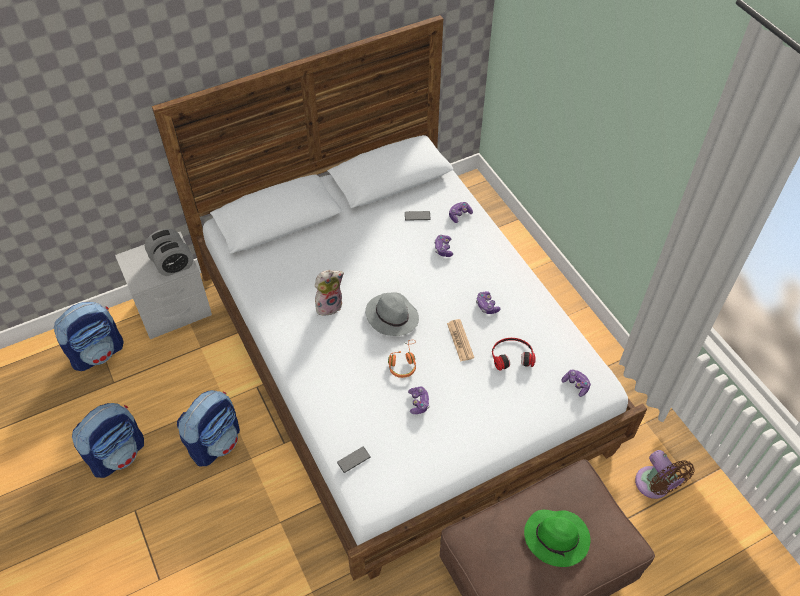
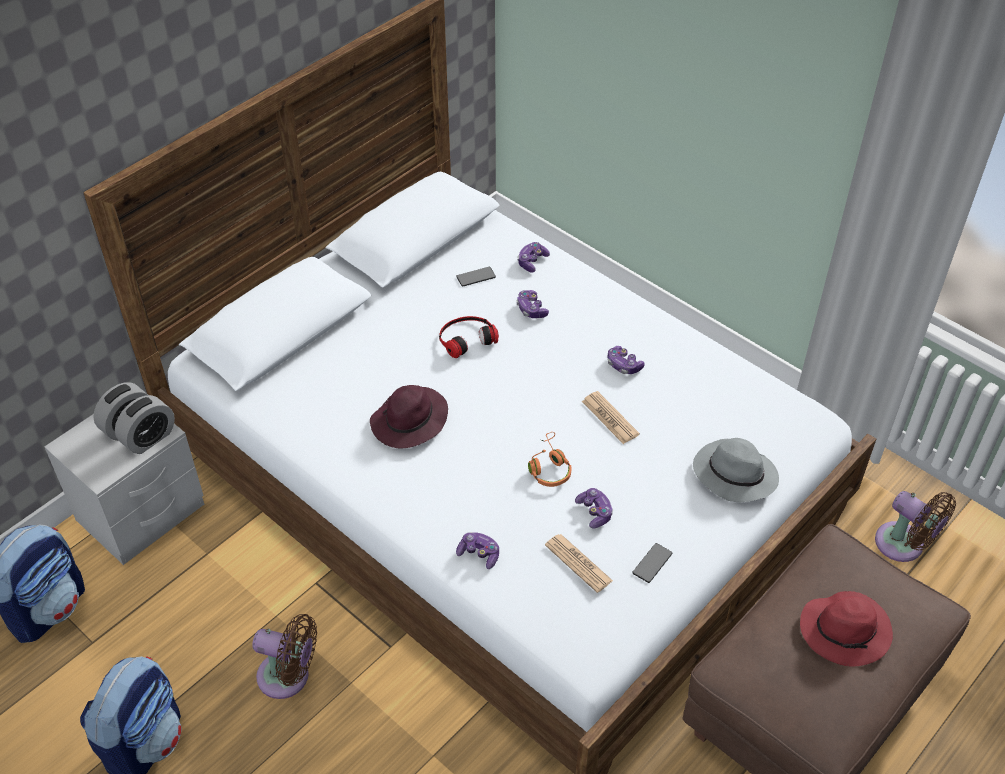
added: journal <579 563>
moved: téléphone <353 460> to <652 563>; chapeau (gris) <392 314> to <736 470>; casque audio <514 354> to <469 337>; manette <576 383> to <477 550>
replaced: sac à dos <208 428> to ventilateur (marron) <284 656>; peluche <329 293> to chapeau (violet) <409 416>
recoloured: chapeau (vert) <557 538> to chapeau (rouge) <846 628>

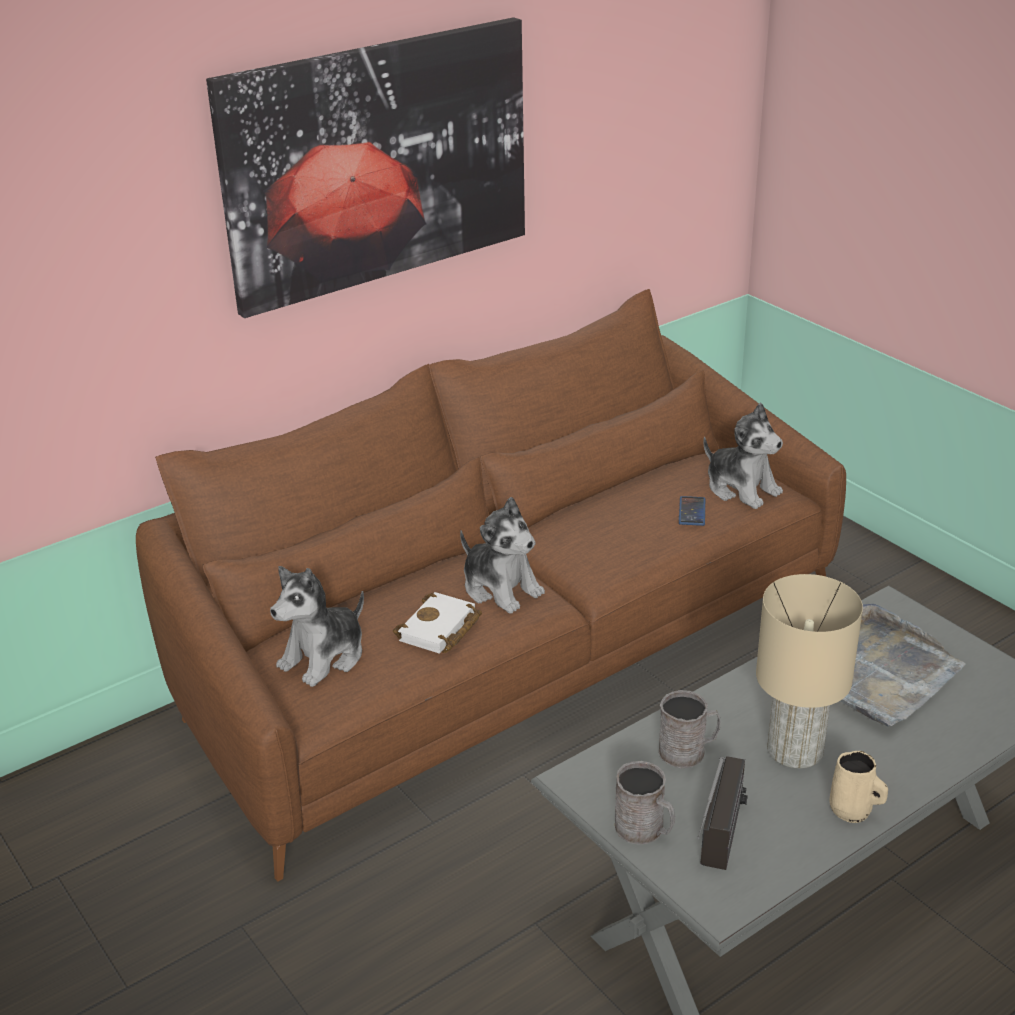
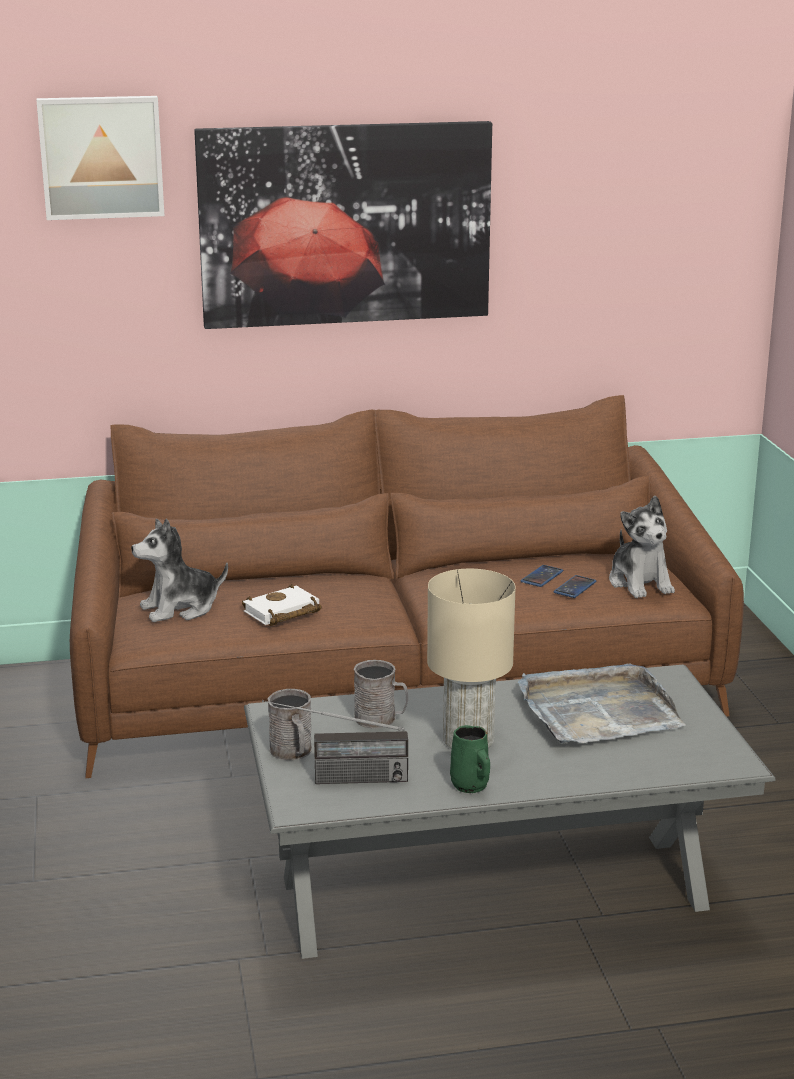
removed: peluche <502 555>
added: tableau <100 158>; téléphone <542 576>
recoloured: mug (beige) <858 787> to mug (vert) <470 759>
turned: radio <722 813> = <335 742> 45 degrees clockwise

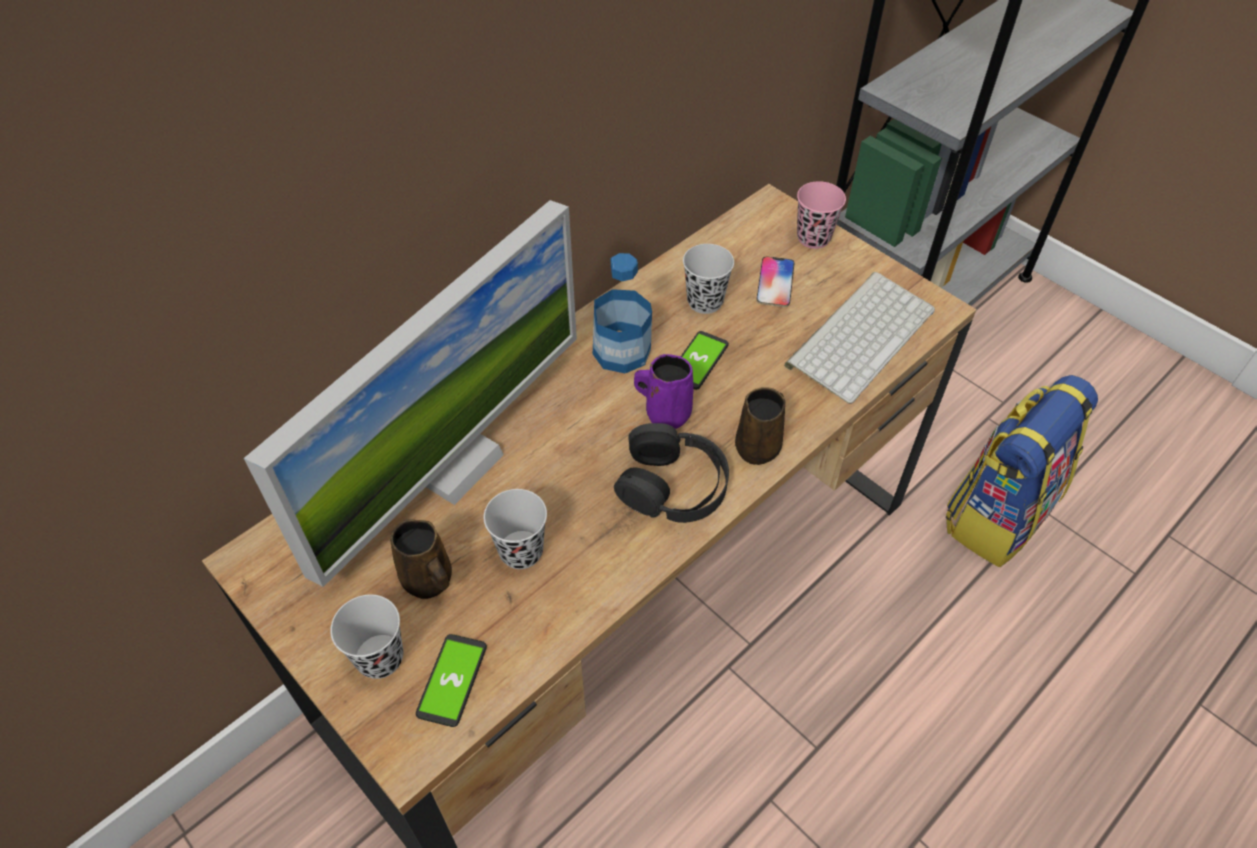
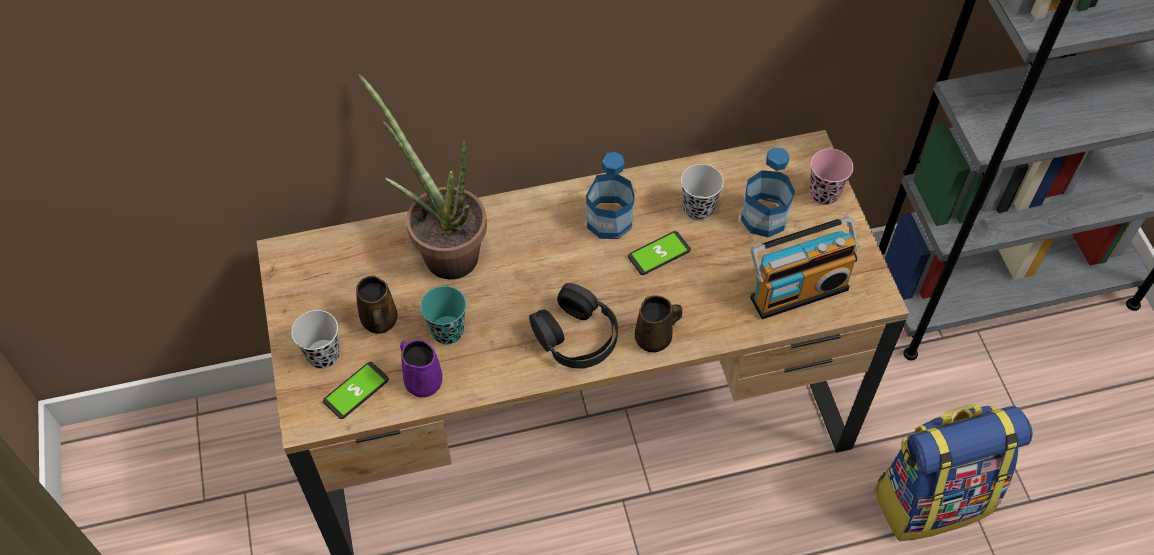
moved: mug (violet) <663 391> to <421 368>
replaced: écran d'ordinateur <410 393> to plante en pot <422 176>; téléphone <775 281> to bouteille <768 192>; clavier <859 338> to radio <804 268>
recoloured: tasse (noir) <515 529> to tasse (turquoise) <443 315>

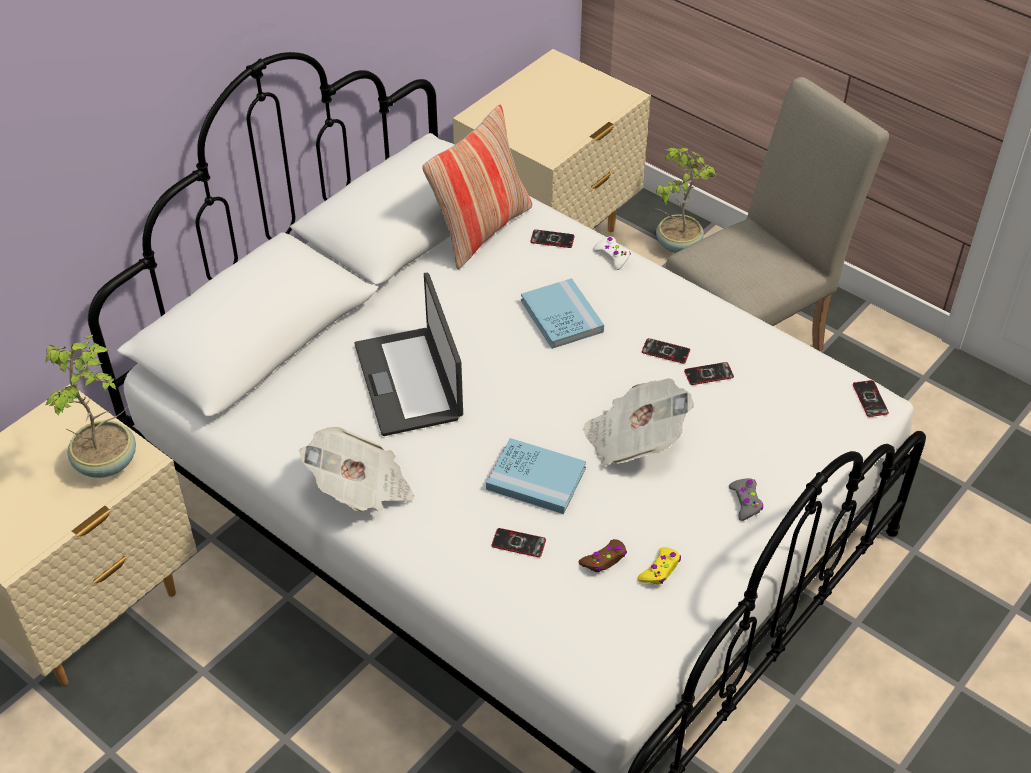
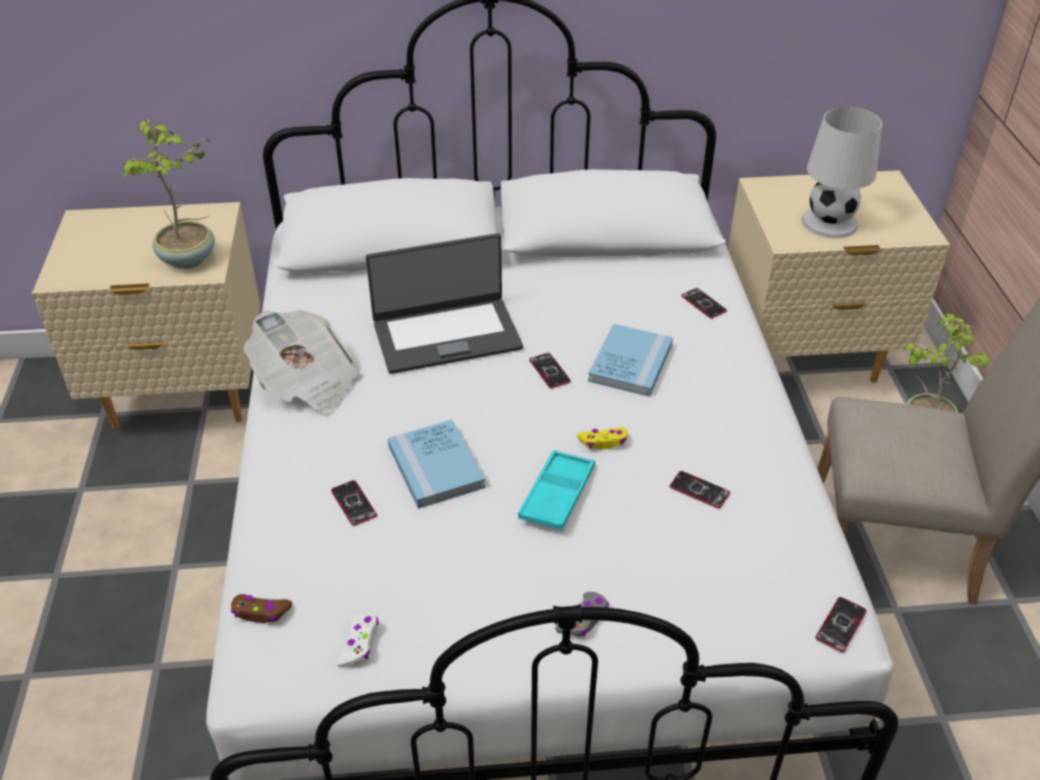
removed: coussin <477 187>
added: lampe de table (blanc) <842 172>
moved: manette (marron) <603 555> to <261 608>; manette (blanc) <612 253> to <357 640>; manette (jaune) <659 565> to <602 438>; téléphone <666 351> to <550 370>
replaced: journal <638 422> to plateau (turquoise) <556 490>
turned: ordinateur portable <409 354> = <444 303> 135 degrees counterclockwise

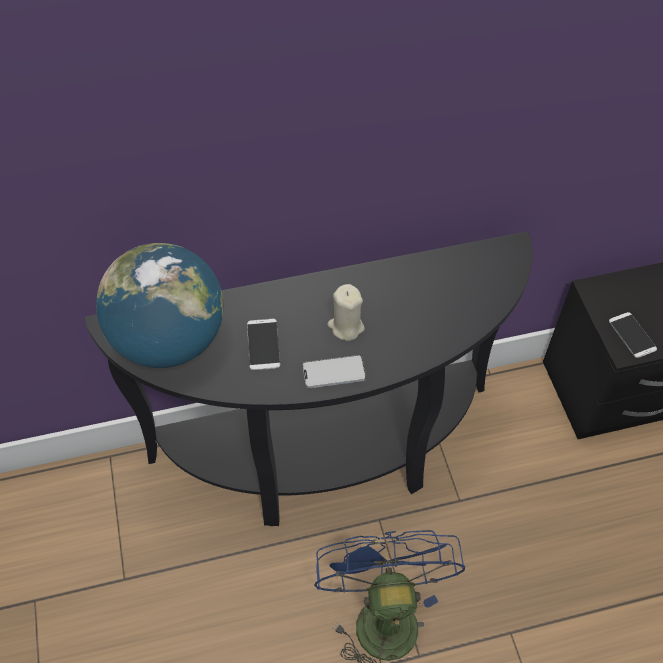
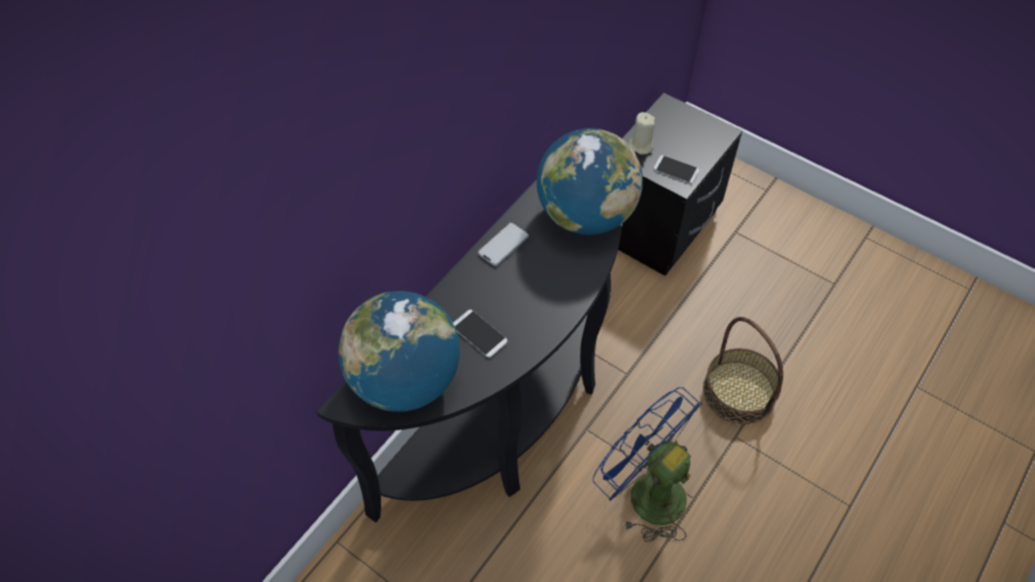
added: globe <590 181>; panier <743 370>
moved: téléphone <334 371> to <503 244>; bougie (beige) <346 312> to <642 133>

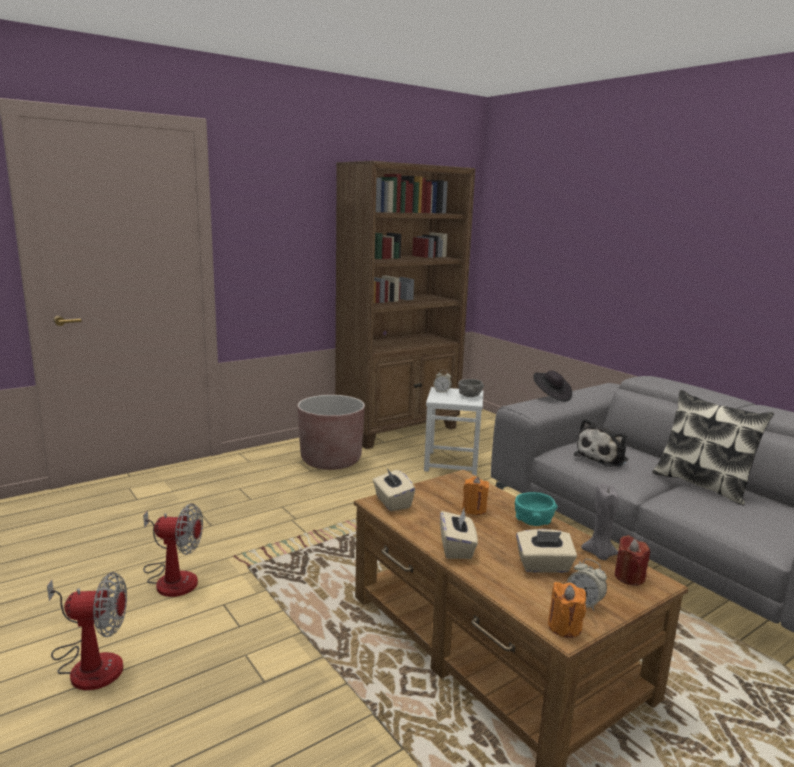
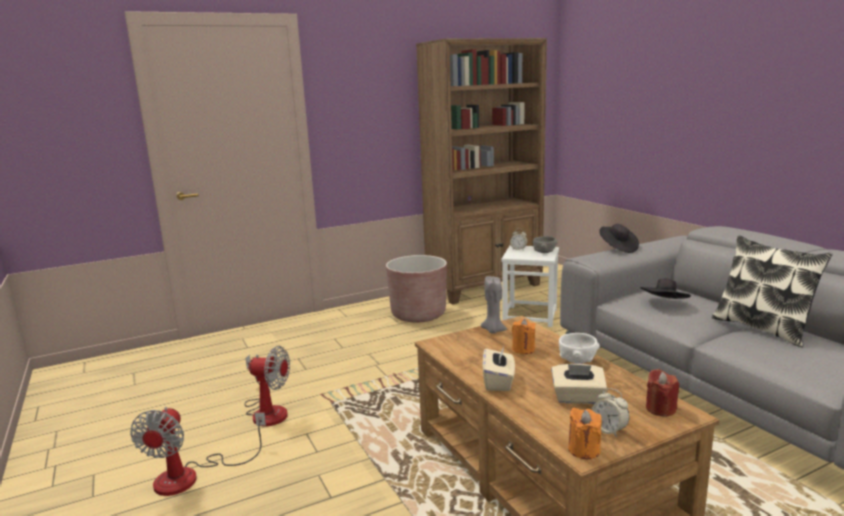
removed: boîte à mouchoirs (beige) <394 489>
moved: bougie (gris) <600 522> to <494 305>
replaced: peluche <601 442> to chapeau (noir) <665 288>
recoloured: bol (turquoise) <536 509> to bol (blanc) <579 348>
turned: ventilateur <87 631> = <198 451> 90 degrees clockwise

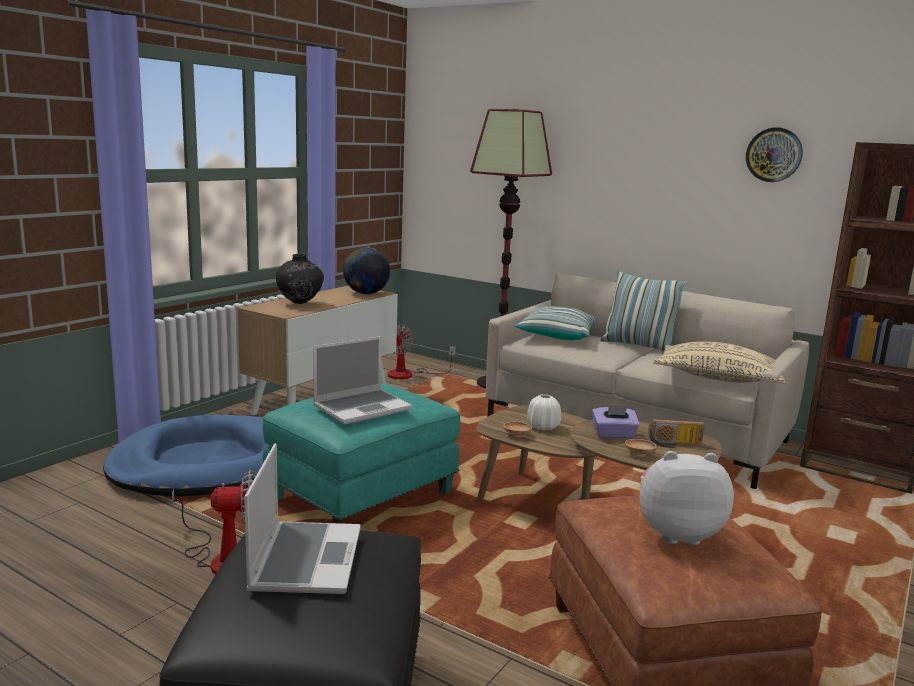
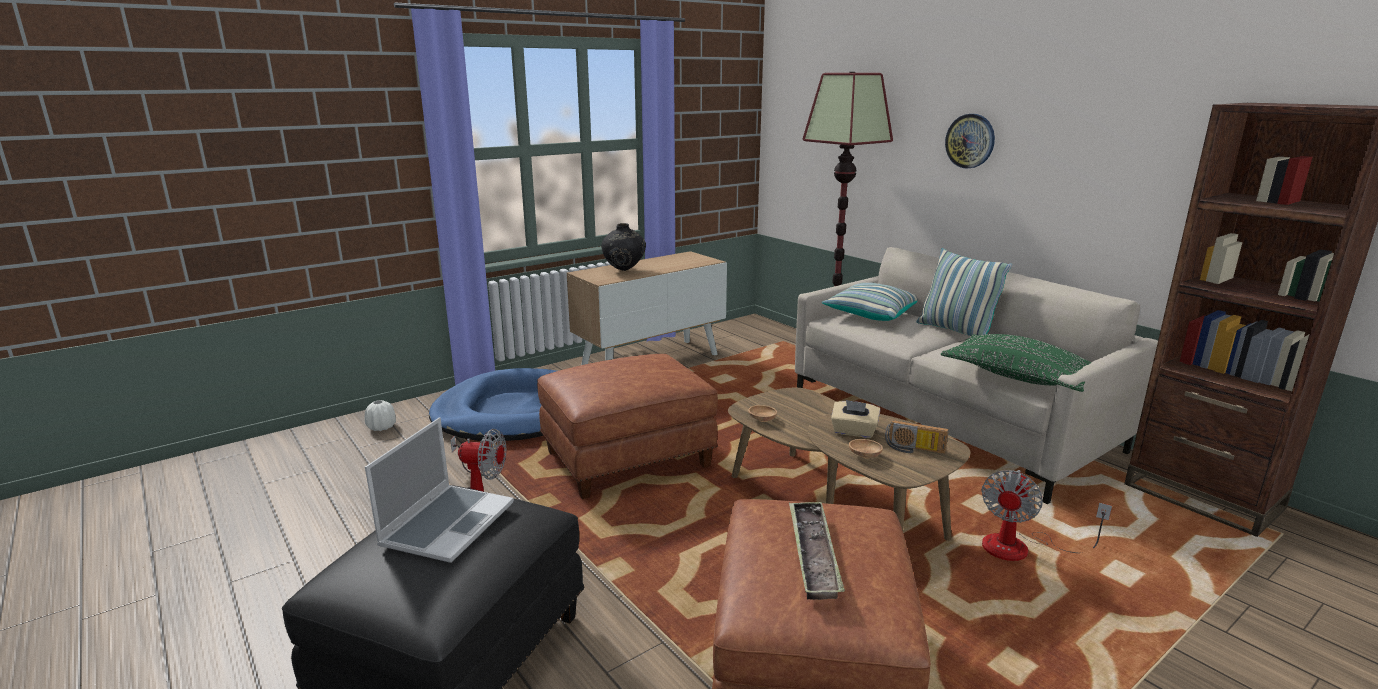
removed: ordinateur portable <362 380>; globe <366 270>
moved: ventilateur <421 351> to <1046 515>; vase (blanc) <544 412> to <380 415>; horloge murale <774 154> to <970 141>
replaced: peluche <687 498> to plateau <817 551>
recoloured: pouf (turquoise) <361 453> to pouf (marron) <627 426>; boîte à mouchoirs (violet) <616 422> to boîte à mouchoirs (beige) <855 419>; coussin (beige) <719 362> to coussin (vert) <1016 363>

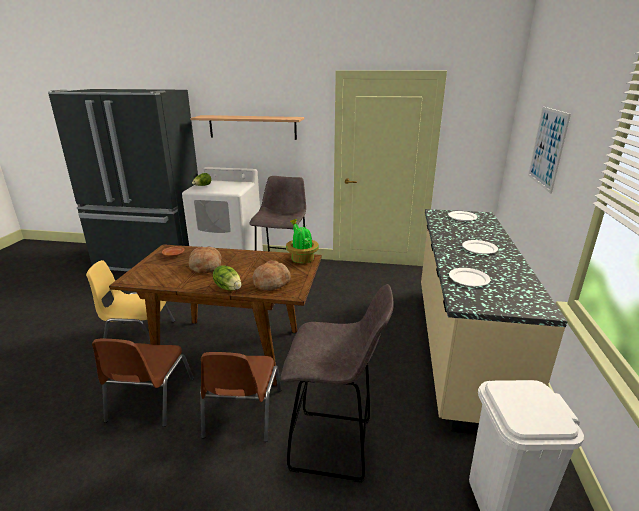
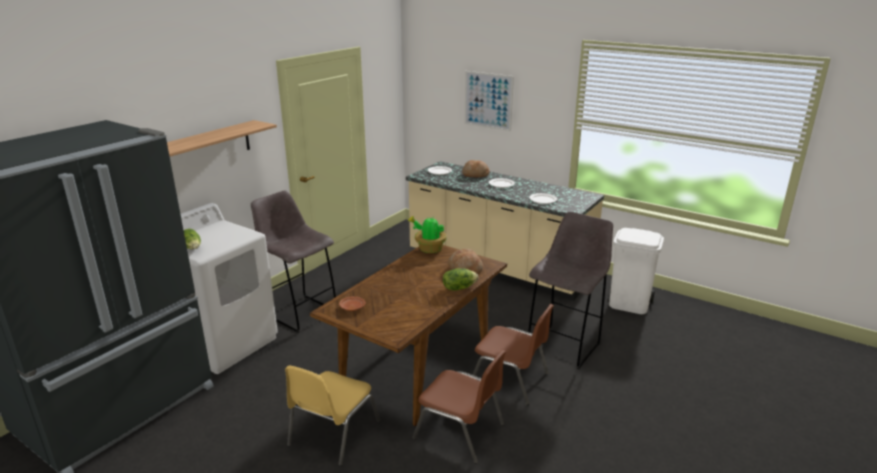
moved: pain <205 260> to <476 169>

